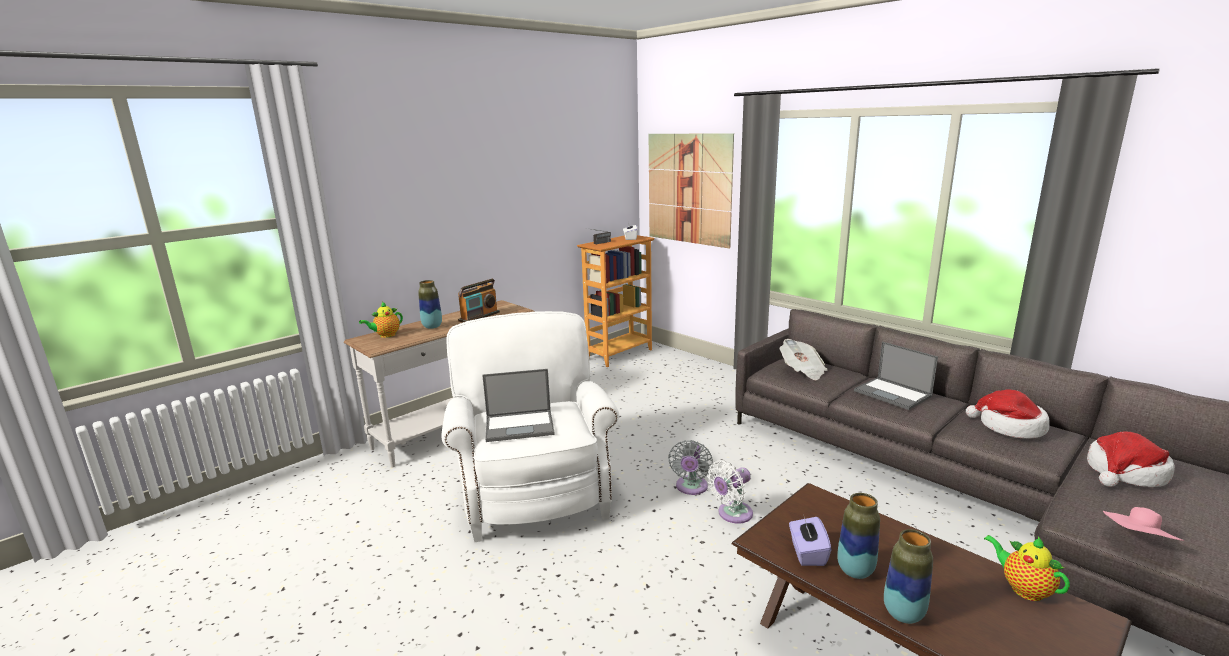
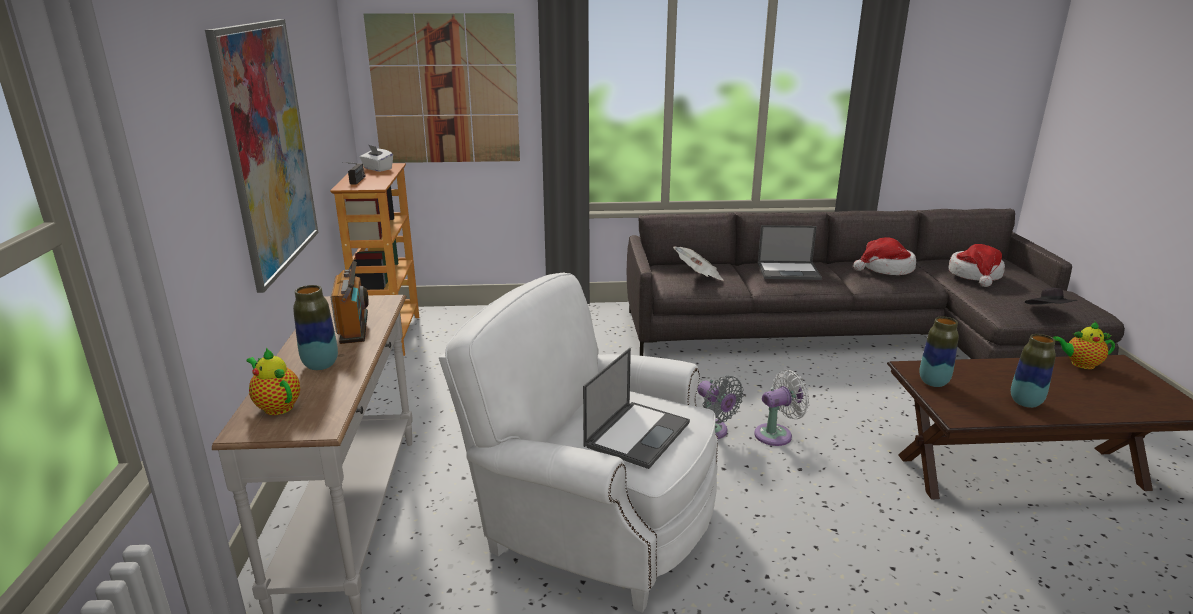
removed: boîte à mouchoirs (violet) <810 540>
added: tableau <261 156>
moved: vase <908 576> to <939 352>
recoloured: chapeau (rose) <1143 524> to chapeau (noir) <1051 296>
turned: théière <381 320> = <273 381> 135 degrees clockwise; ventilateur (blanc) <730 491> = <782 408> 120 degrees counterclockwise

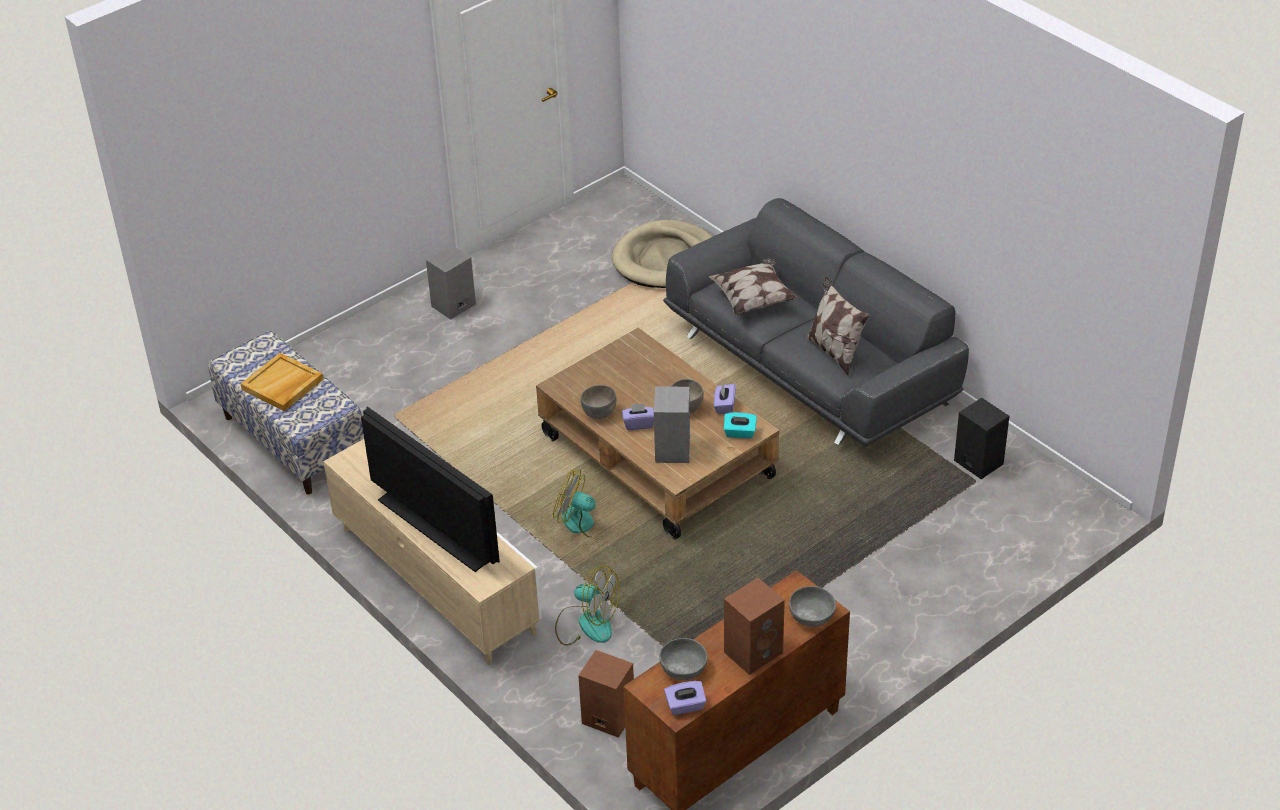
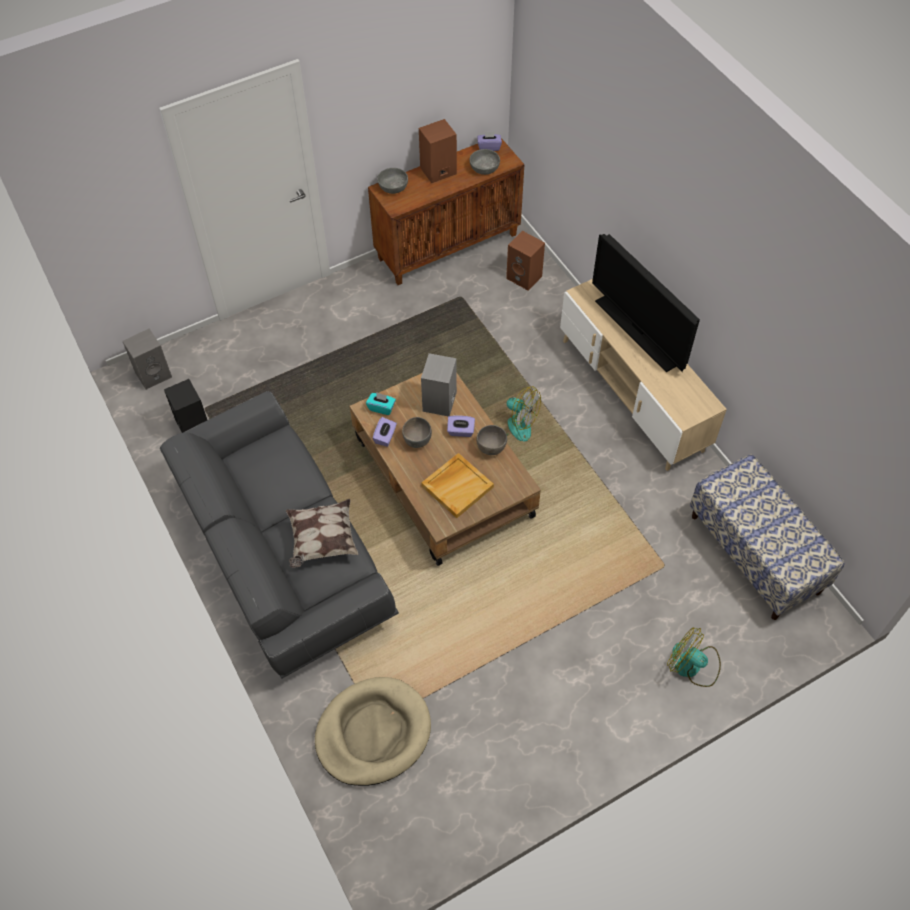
removed: coussin <838 326>
moved: plateau (beige) <282 382> to <457 485>; enceinte (gris) <451 282> to <147 359>; ventilateur <587 605> to <694 657>

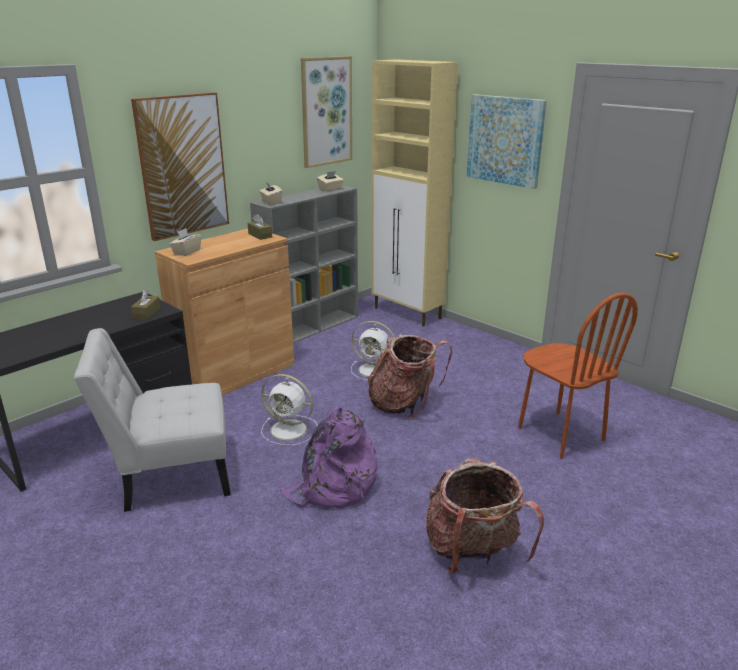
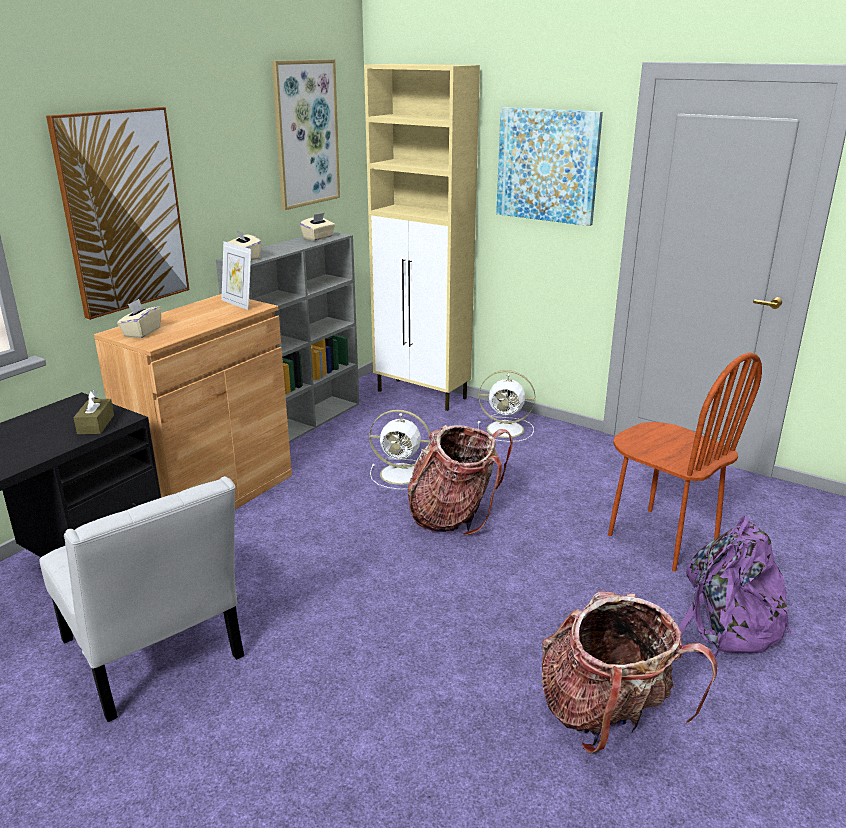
moved: ventilateur (blanc) <289 410> to <506 406>; sac à dos (violet) <328 457> to <735 587>
replaced: boîte à mouchoirs (marron) <260 227> to cadre photo <236 275>
turned: chaise (blanc) <152 420> = <141 599> 105 degrees counterclockwise

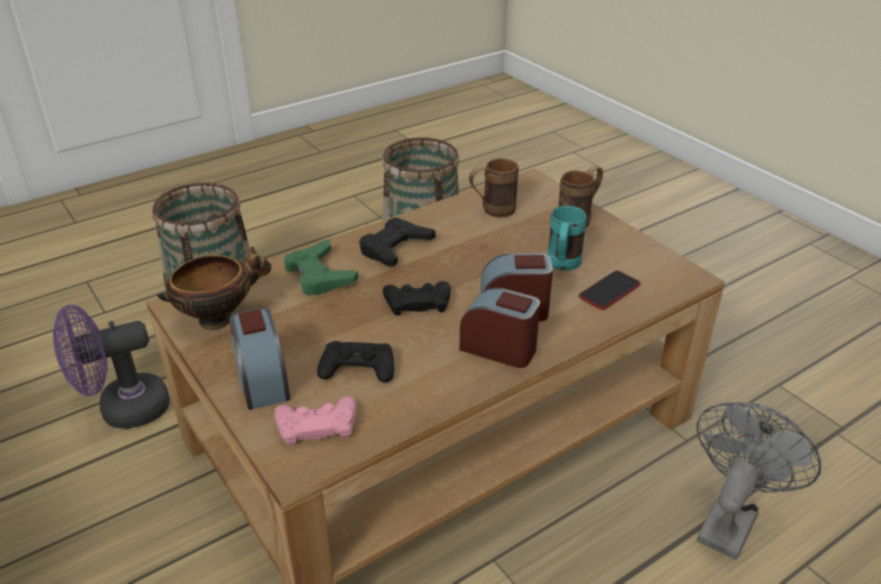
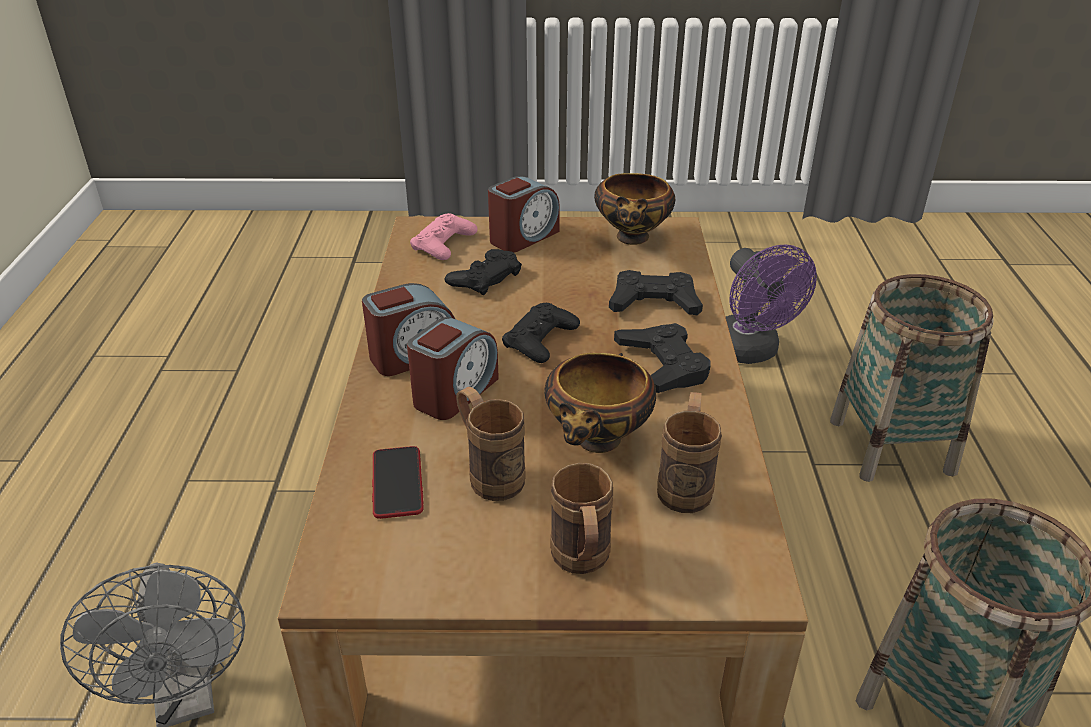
added: bol <600 403>
recoloured: manette (vert) <321 268> to manette (noir) <656 292>; mug (turquoise) <567 238> to mug (marron) <491 444>
turned: ventilateur (violet) <111 367> = <771 304> 150 degrees clockwise; réveil <259 358> = <524 214> 120 degrees clockwise

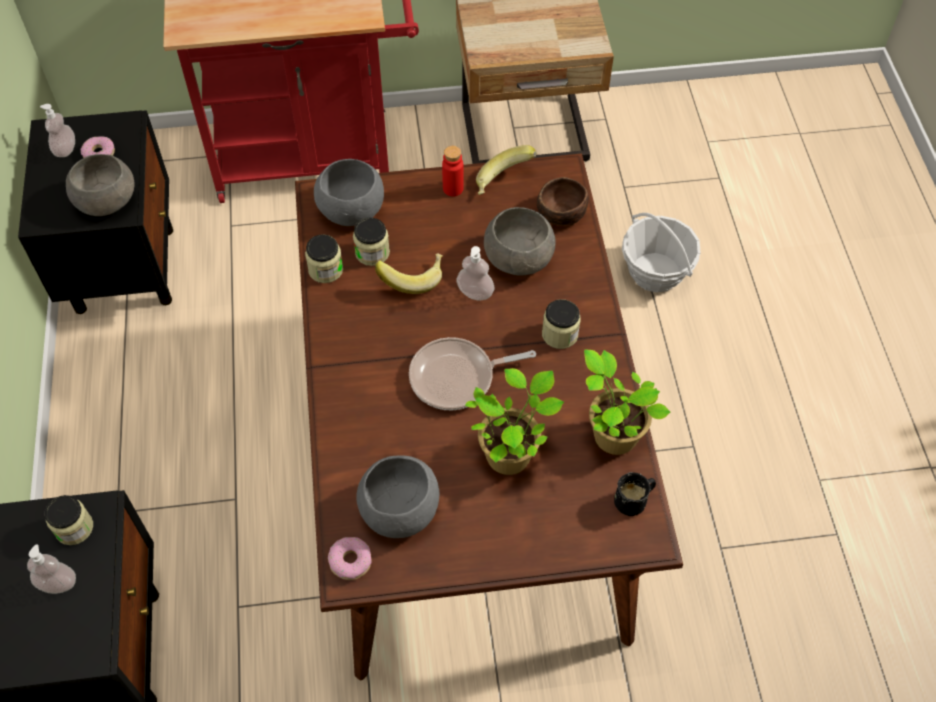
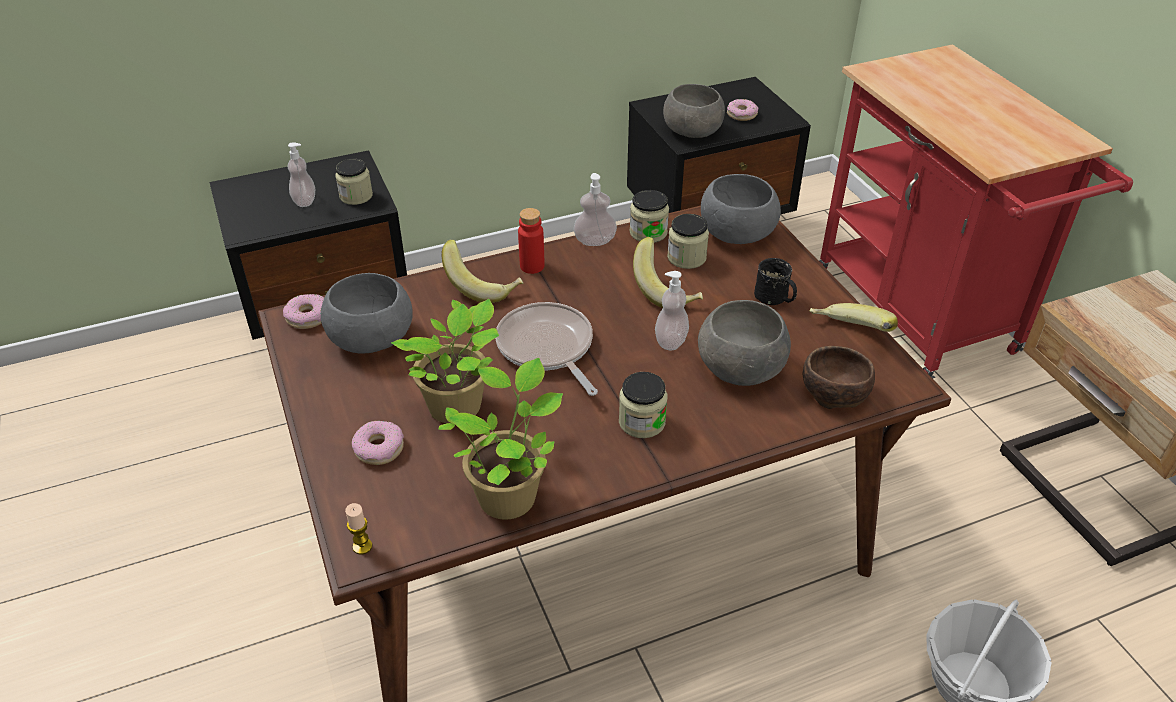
added: bougie <358 529>; beignet <378 443>; banane <483 271>
moved: distributeur de savon <57 130> to <595 209>; bouteille (rouge) <453 171> to <531 241>; mug (noir) <635 494> to <775 281>

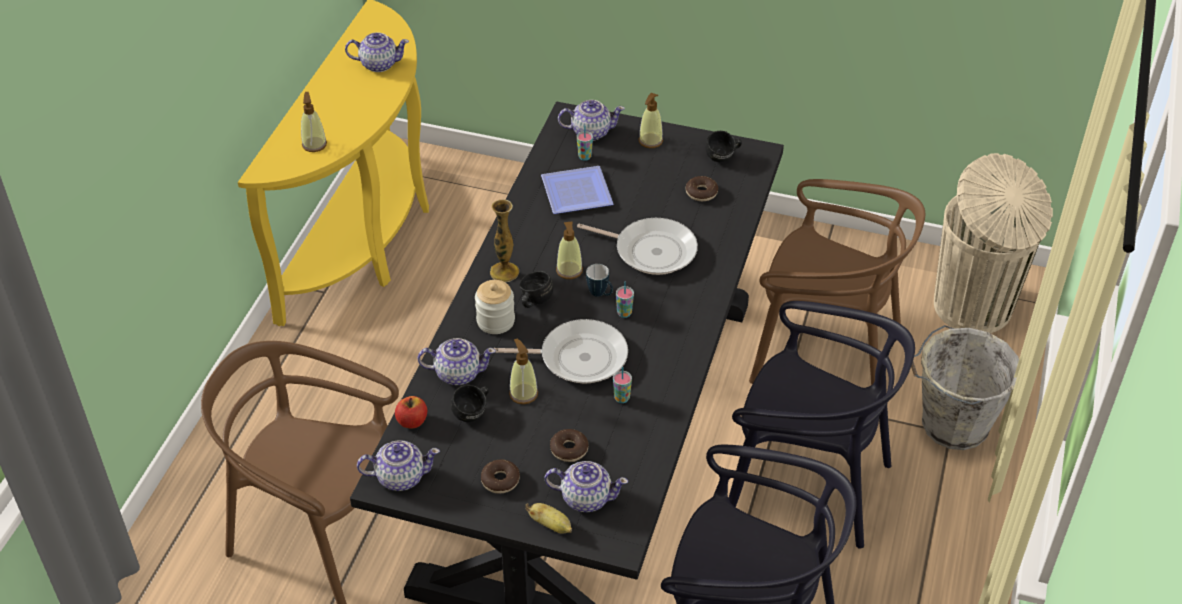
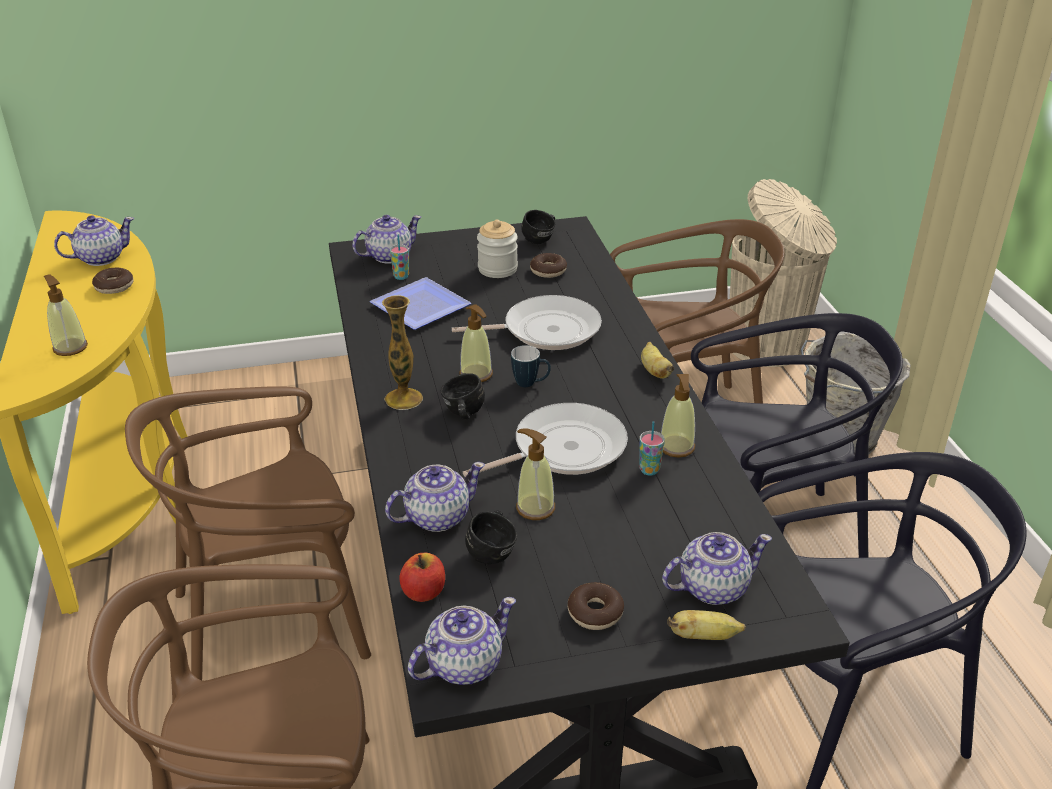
removed: tasse <625 300>
added: chaise (marron) <248 533>; banane <657 360>
moved: bocal <495 307> to <497 249>; beignet <569 445> to <113 281>; distributeur de savon <651 120> to <678 415>

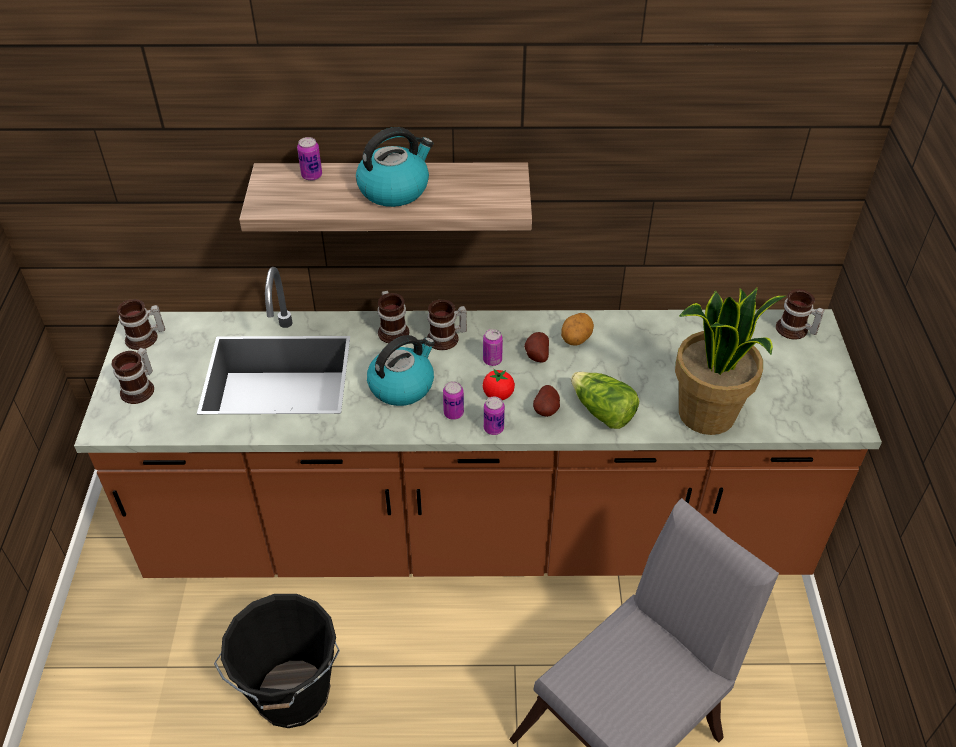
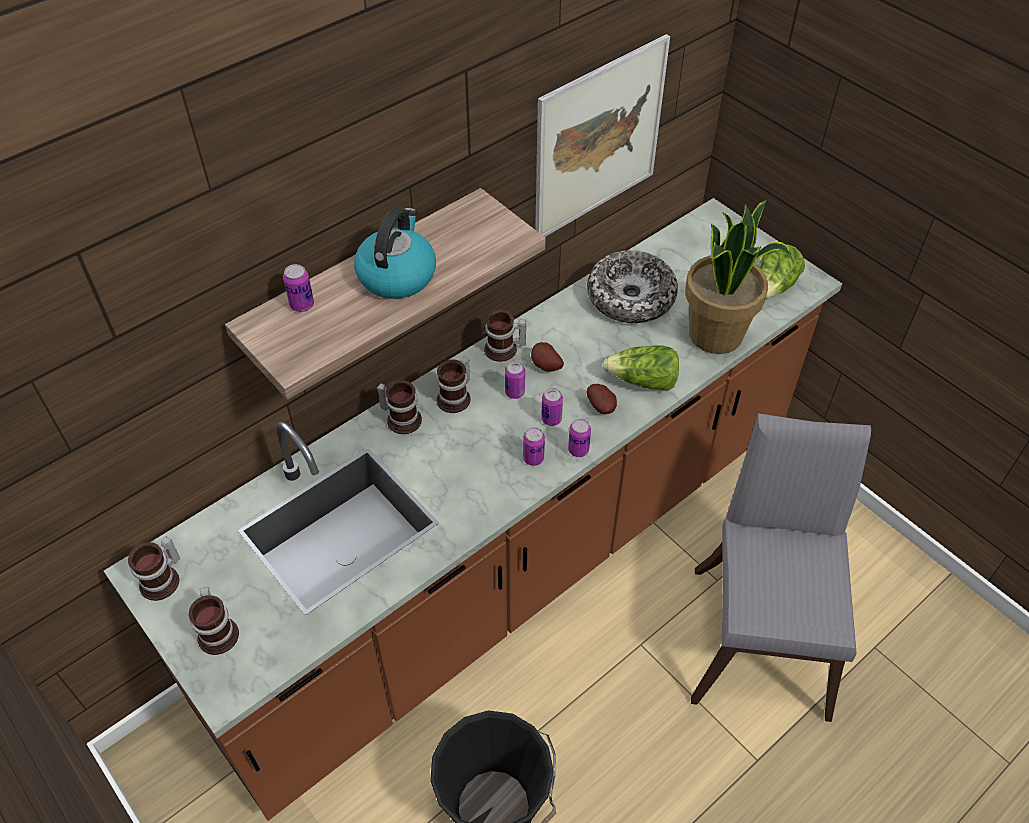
removed: bouilloire <401 370>; pomme de terre <577 329>
added: tableau <602 135>; bol <632 286>; laitue <781 271>
moved: mug <800 314> to <505 336>
replaced: tomate <499 384> to boîte métallique <552 407>

